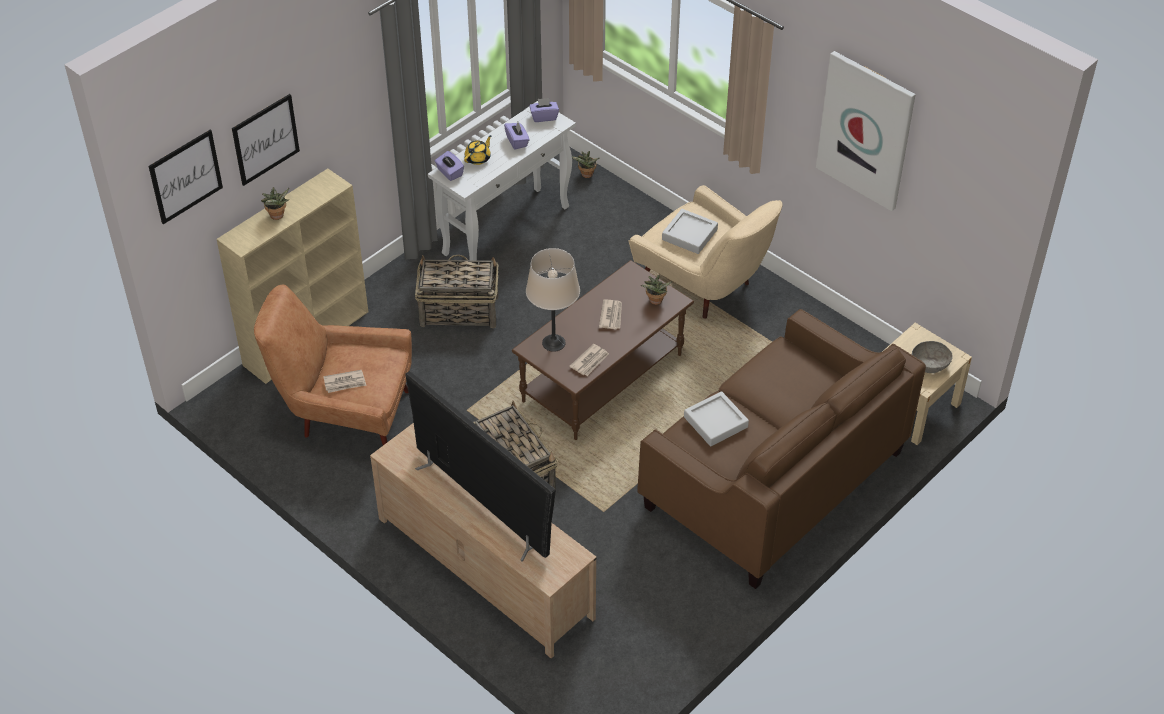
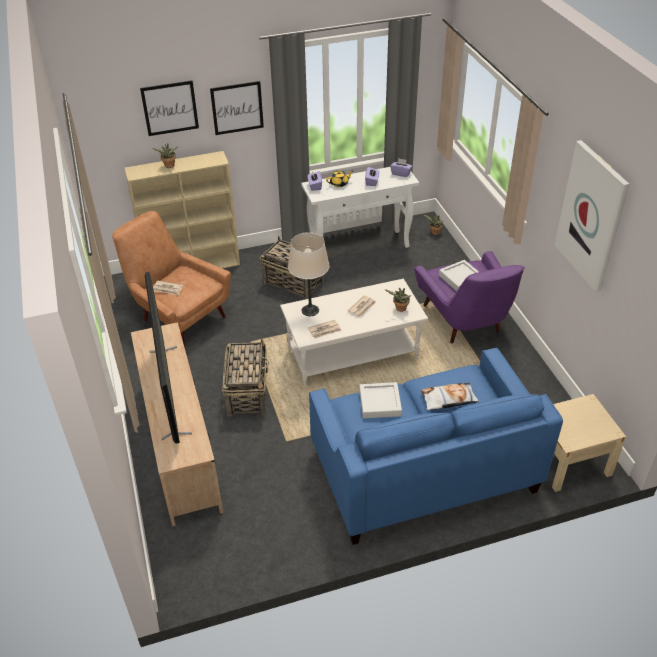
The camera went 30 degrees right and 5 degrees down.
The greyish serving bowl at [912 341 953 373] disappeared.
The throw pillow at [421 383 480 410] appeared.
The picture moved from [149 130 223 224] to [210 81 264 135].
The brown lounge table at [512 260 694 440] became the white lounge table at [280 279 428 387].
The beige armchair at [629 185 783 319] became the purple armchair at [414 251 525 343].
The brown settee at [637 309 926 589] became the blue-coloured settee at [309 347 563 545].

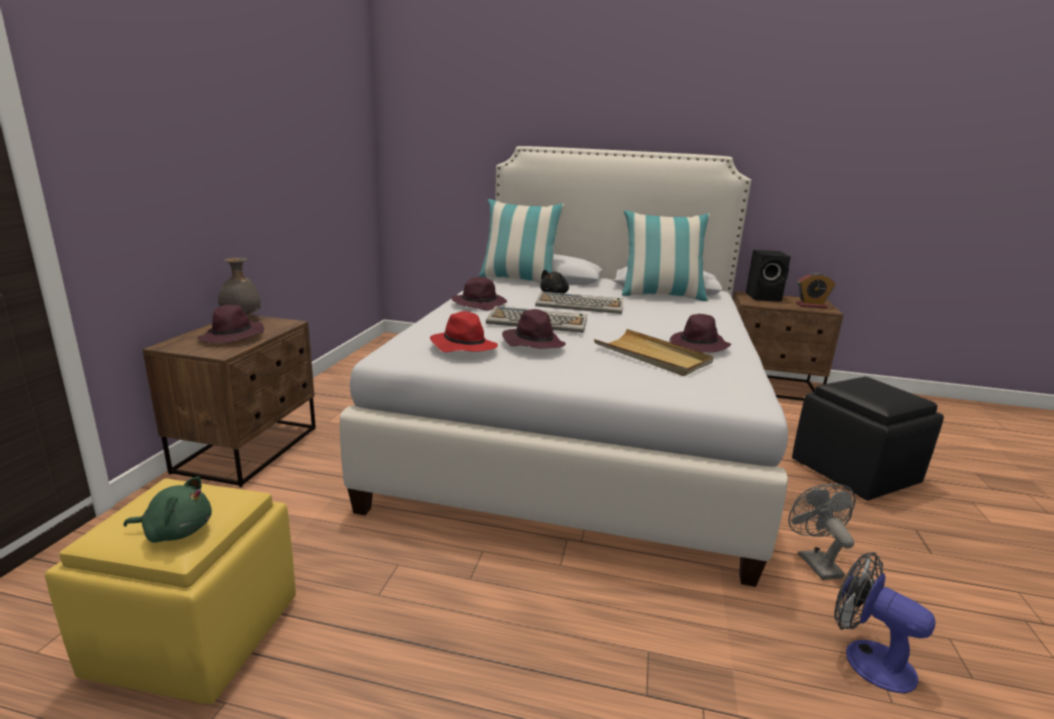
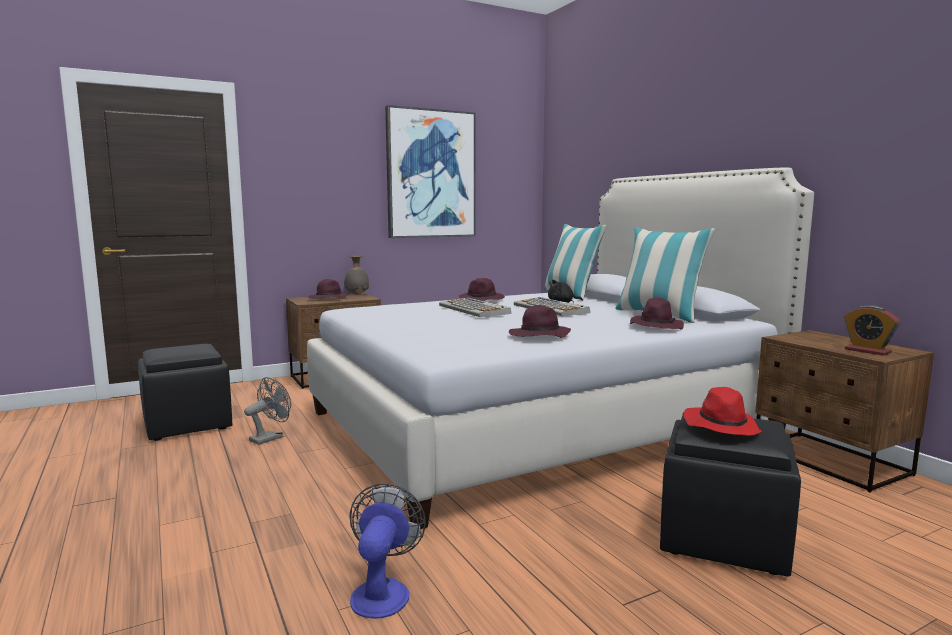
The camera went 50 degrees right and 10 degrees down.
The green soft toy at [124 476 212 543] disappeared.
The beige serving tray at [594 329 714 376] disappeared.
The black-coloured audio speaker at [746 250 791 302] disappeared.
The picture at [385 105 475 238] appeared.
The reddish hat moved from [430 311 498 352] to [683 387 762 436].
The purple hat moved from [502 309 566 348] to [630 298 684 330].
The greyish fan moved from [788 484 855 580] to [244 377 291 445].
The yellowish ottoman at [45 478 296 704] became the black-coloured ottoman at [138 344 232 441].

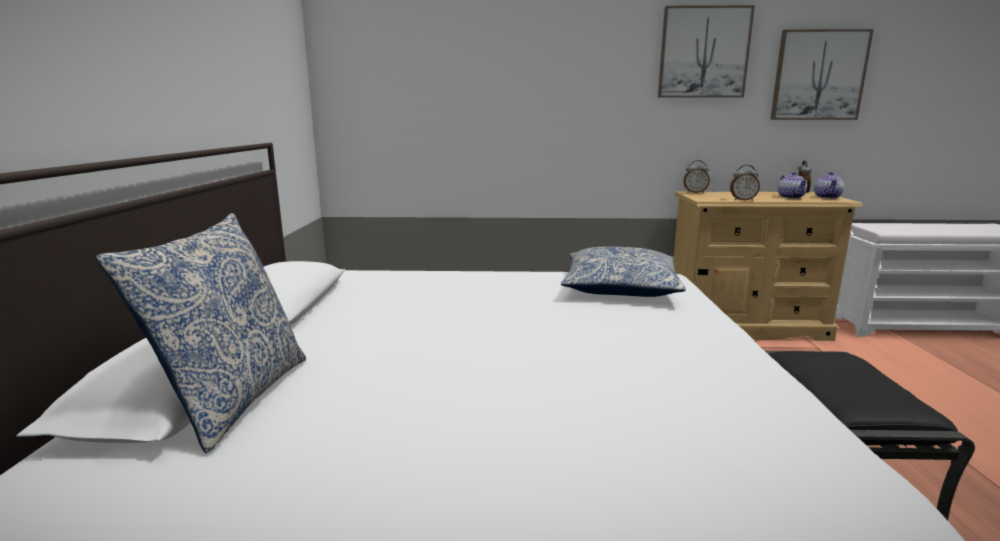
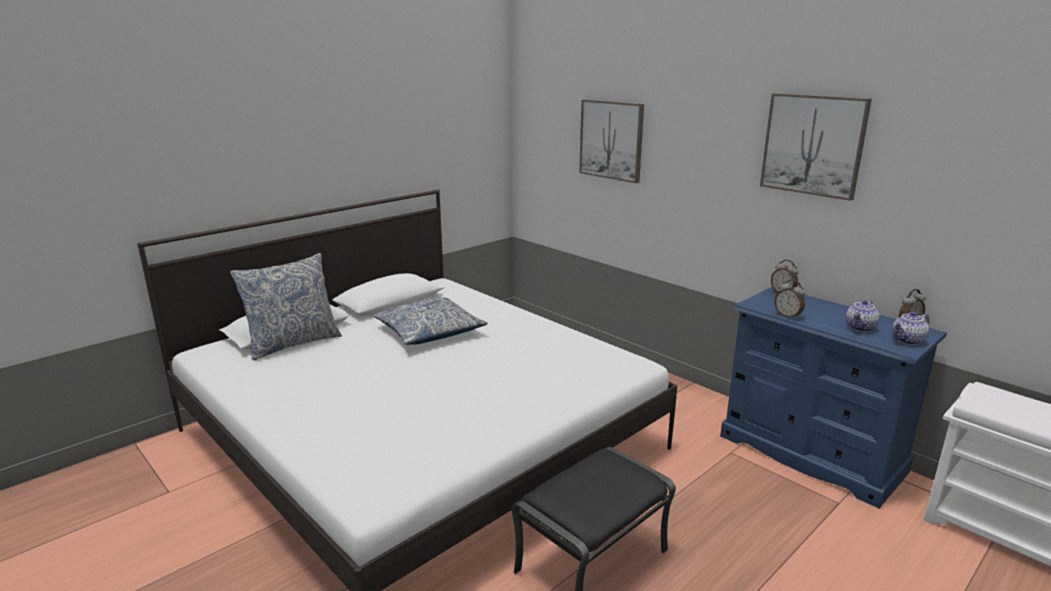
The camera went 45 degrees right and 5 degrees up.
The throw pillow moved from [561 247 686 297] to [373 297 487 345].
The picture moved from [770 29 874 120] to [579 99 644 183].
The beige dresser at [673 192 862 341] became the blue-coloured dresser at [720 287 947 508].

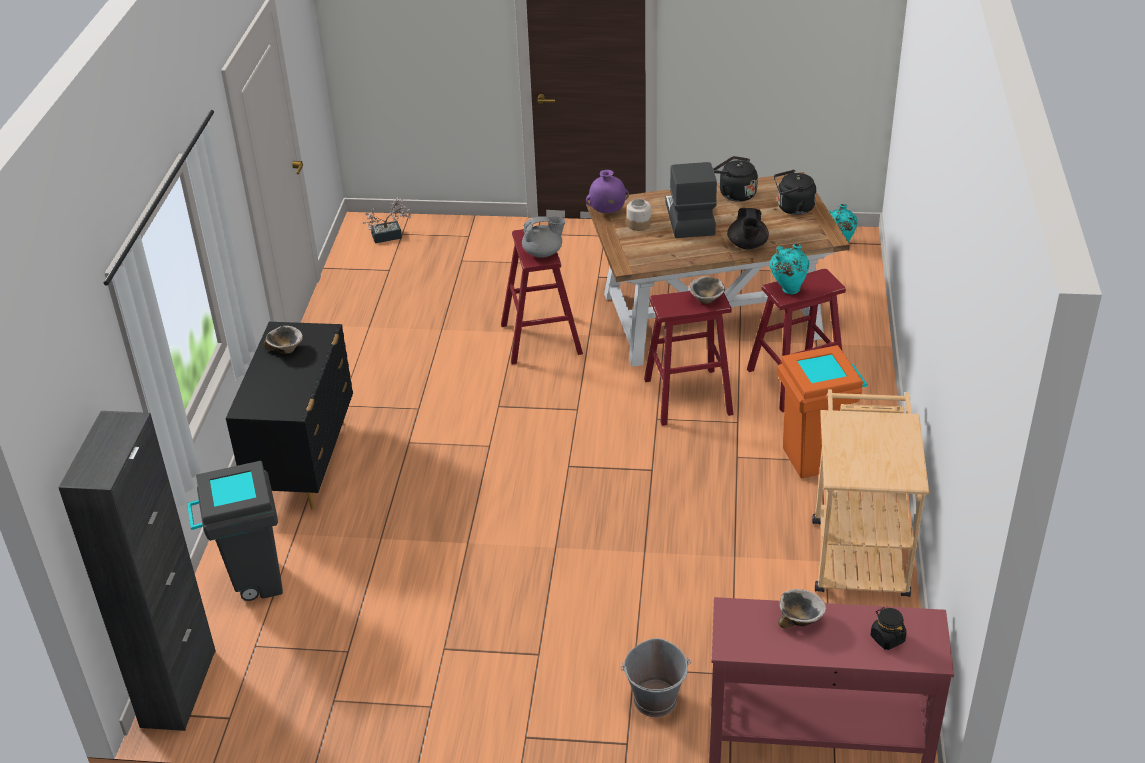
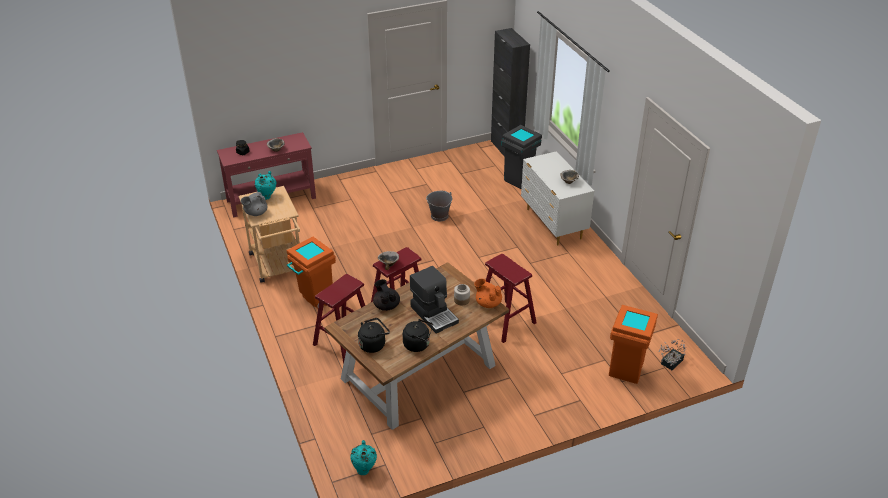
The camera went 150 degrees right and 0 degrees up.
The orange waste bin at [609 305 658 384] appeared.
The greyish teapot moved from [522 216 565 258] to [241 192 267 216].
The greyish water bucket moved from [620 638 691 717] to [426 191 452 221].
The blue-green vase moved from [770 243 809 294] to [255 171 276 200].
The purple vase at [586 170 629 213] was replaced by the orange teapot at [474 279 502 308].
The black-coloured dresser at [226 322 353 510] became the white dresser at [521 151 594 246].

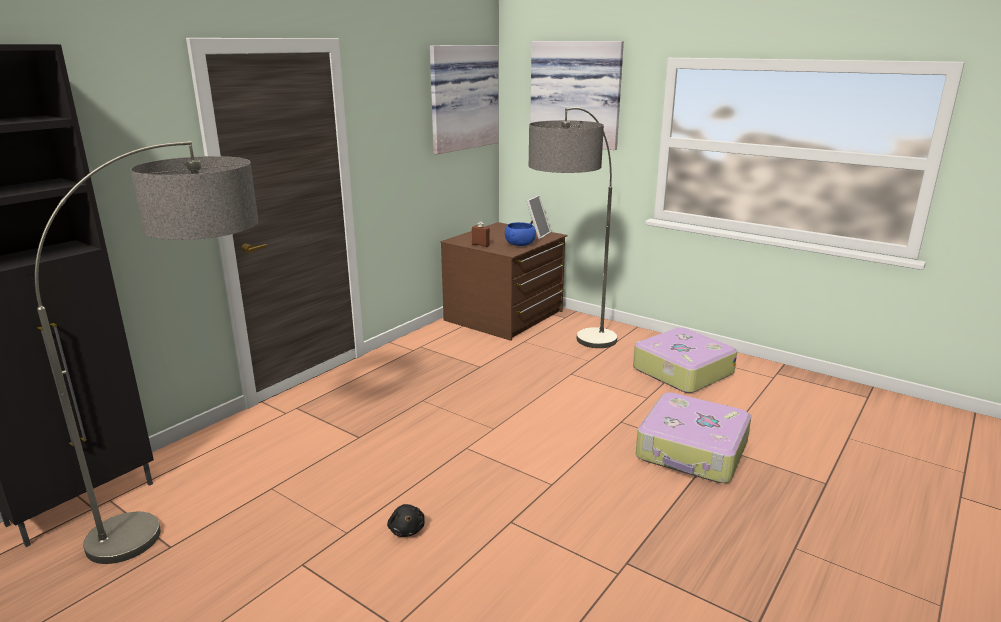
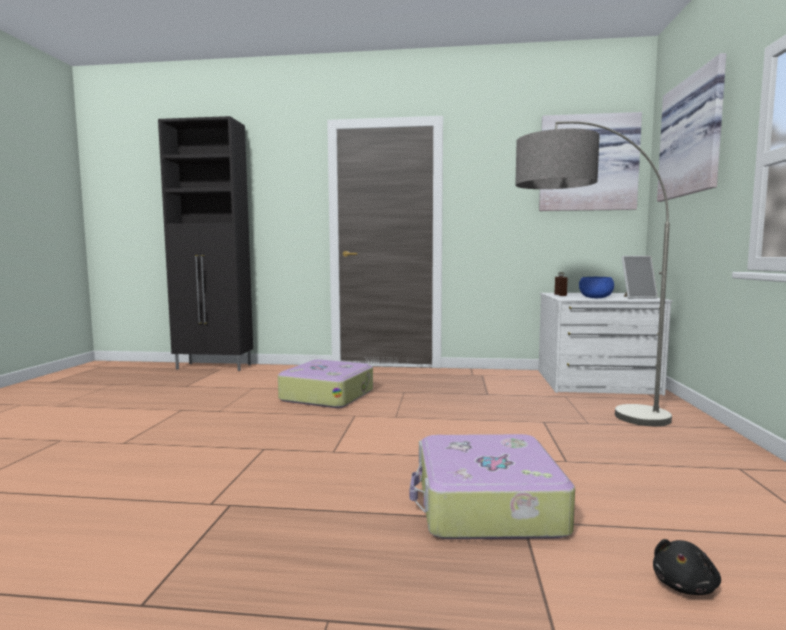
The camera went 60 degrees right and 15 degrees down.
The floor lamp at [35 141 259 564] disappeared.
The black-coloured soft toy moved from [387 504 425 537] to [653 539 721 595].
The piece of luggage moved from [633 327 737 393] to [278 360 373 408].
The brown dresser at [440 222 567 341] became the white dresser at [539 293 673 395].

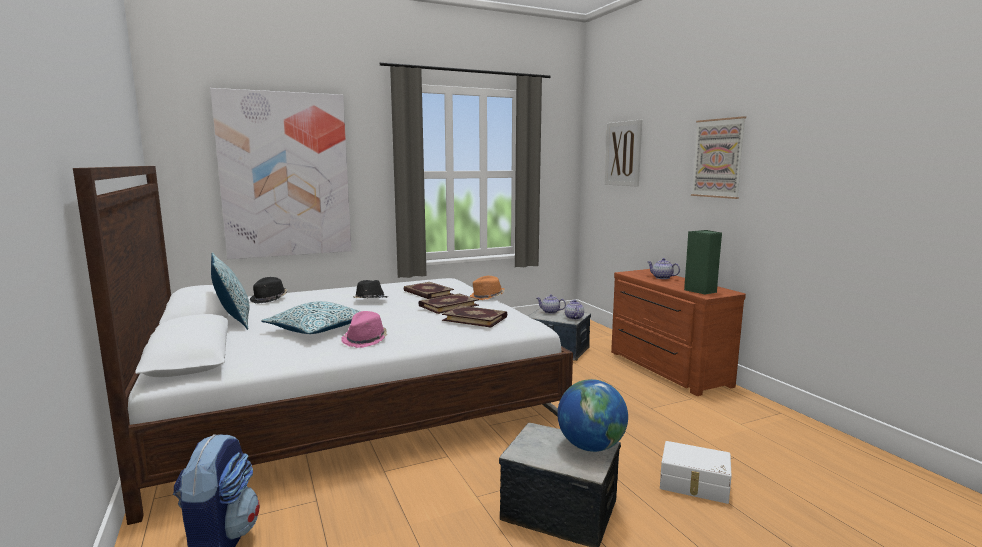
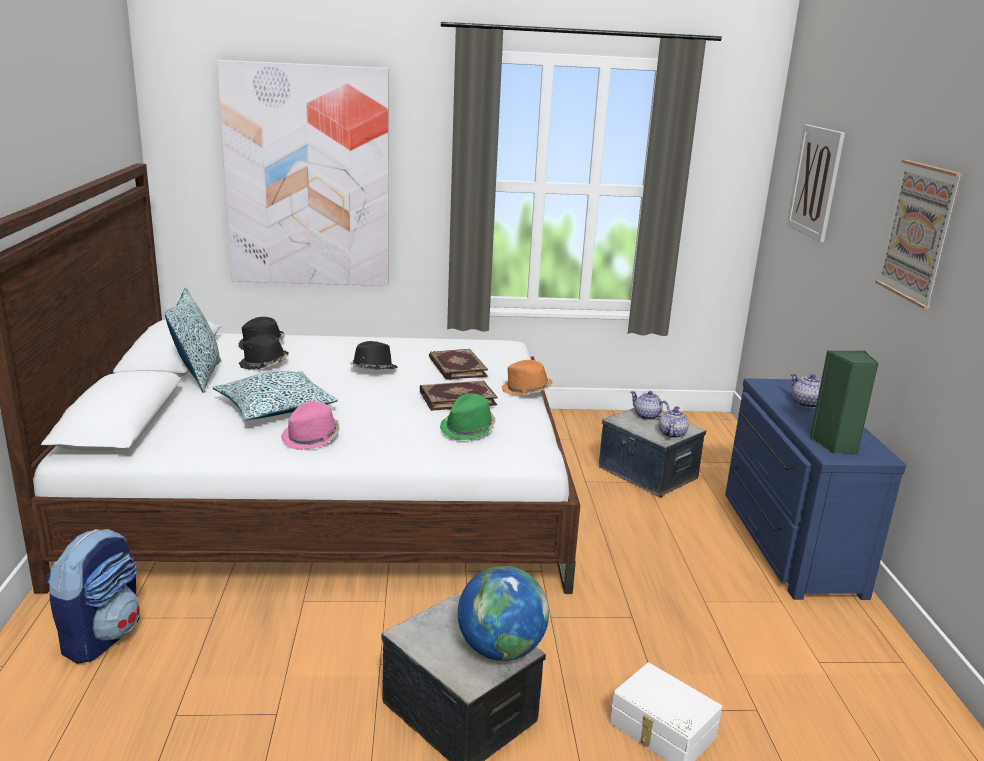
The camera went 20 degrees right and 10 degrees up.
The black-coloured hat at [239 334 289 370] appeared.
The bound book at [442 305 507 328] was replaced by the green hat at [440 393 495 440].
The brown dresser at [611 269 746 396] became the blue-coloured dresser at [725 378 906 600].

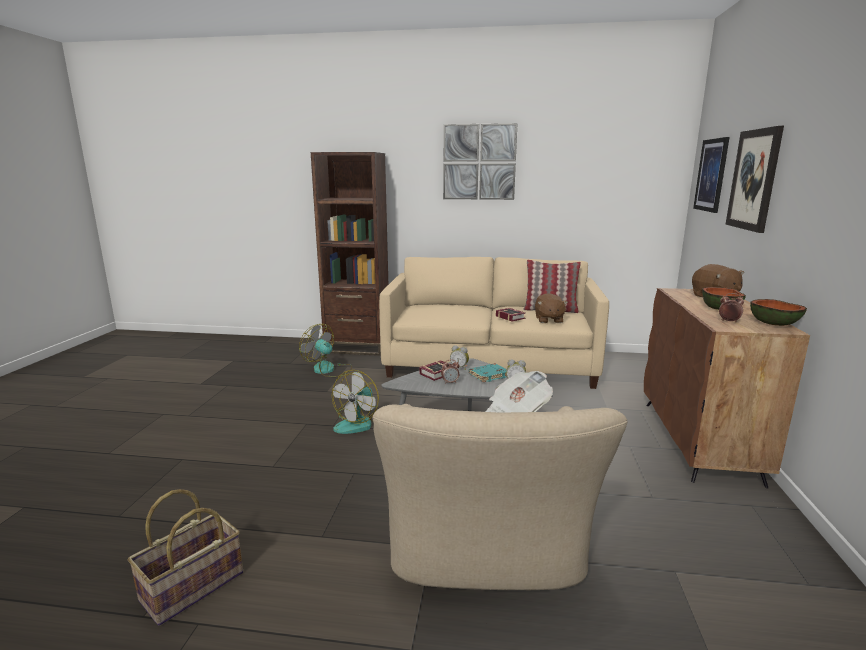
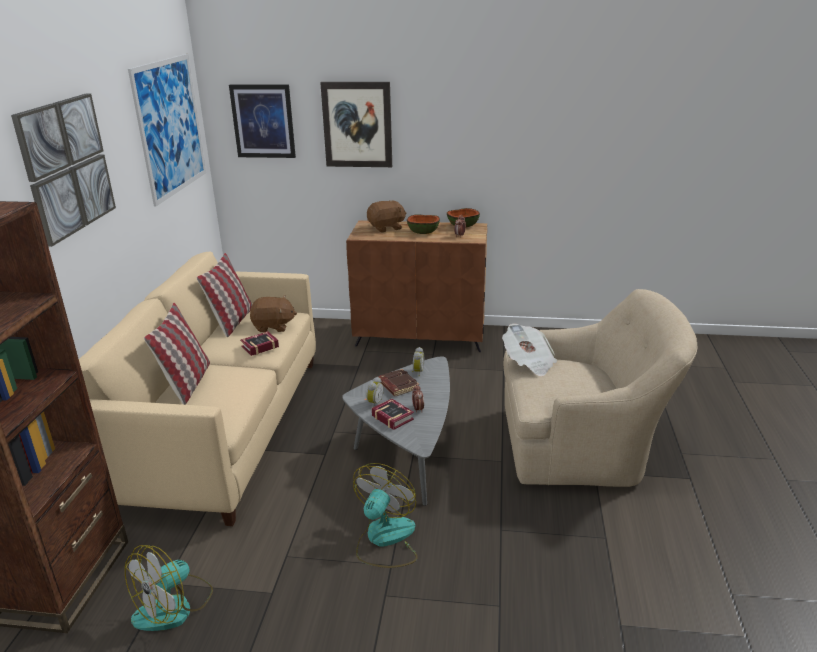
The camera went 90 degrees left and 10 degrees up.
The household basket at [128 489 243 626] disappeared.
The picture at [128 54 206 207] appeared.
The throw pillow at [144 303 210 405] appeared.
The blue-green bound book at [469 363 507 382] became the brown bound book at [378 369 419 396].
The fan at [332 370 379 434] turned 90 degrees counterclockwise.

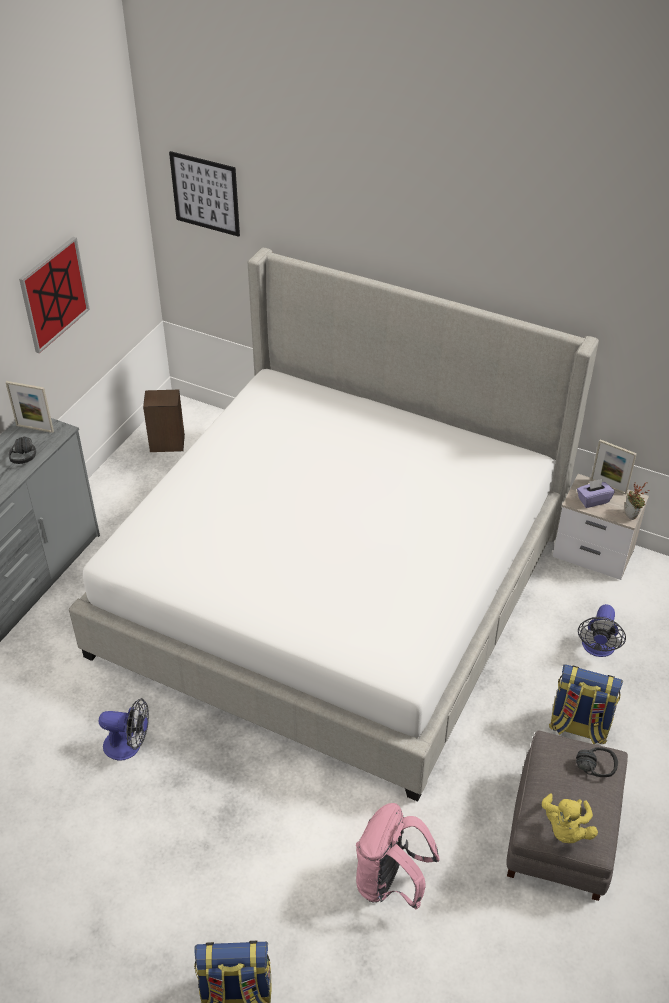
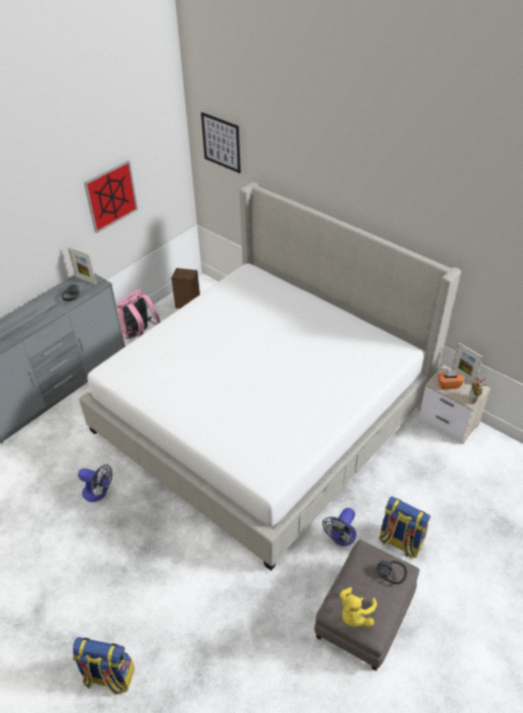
The camera went 15 degrees right and 0 degrees up.
The pink-coloured backpack moved from [356 803 440 910] to [117 290 161 339].
The fan moved from [578 604 626 657] to [322 508 356 546].
The purple tissue holder at [577 479 615 508] became the orange tissue holder at [437 371 464 389].

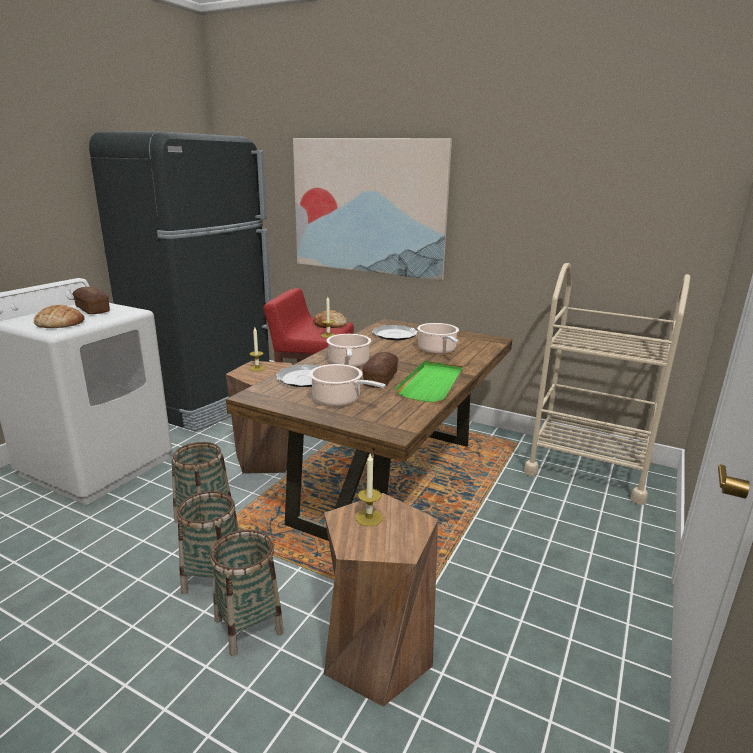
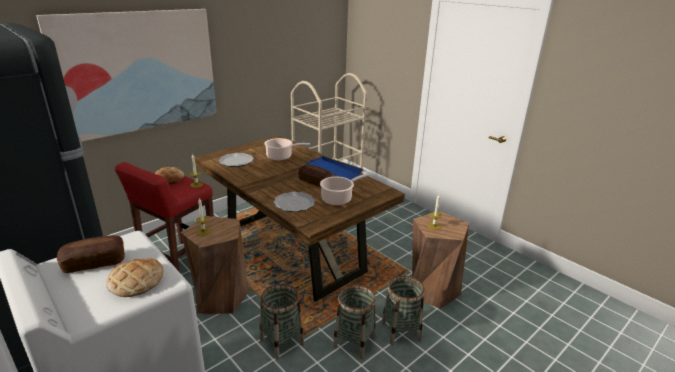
The camera went 70 degrees left and 5 degrees up.
The saucepot at [326 334 371 367] disappeared.
The green serving tray at [395 361 463 403] became the blue-coloured serving tray at [305 156 363 180].

